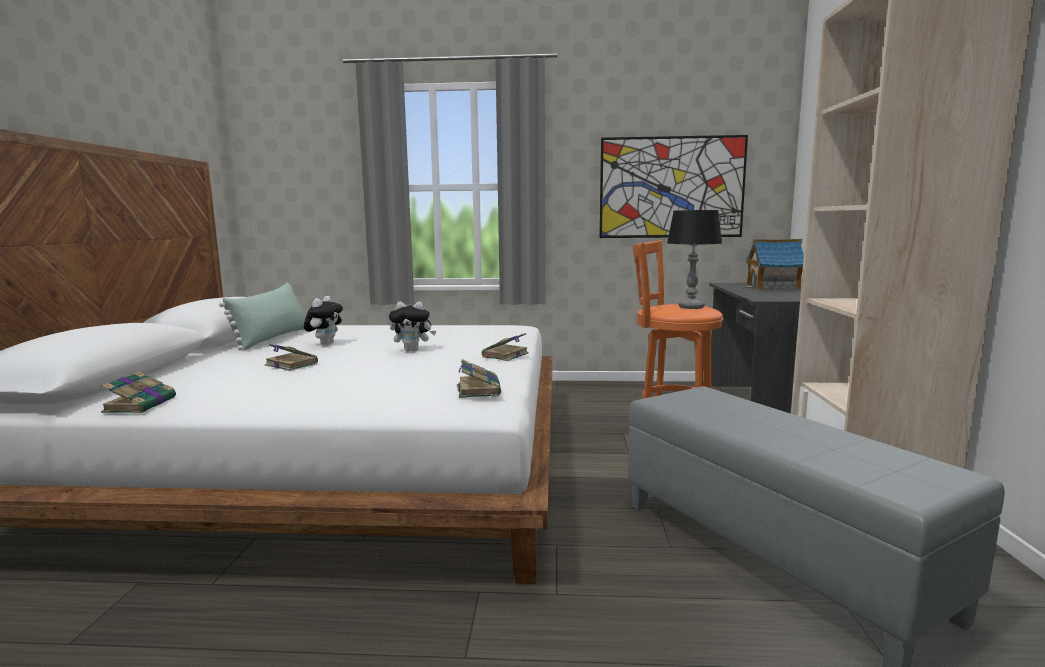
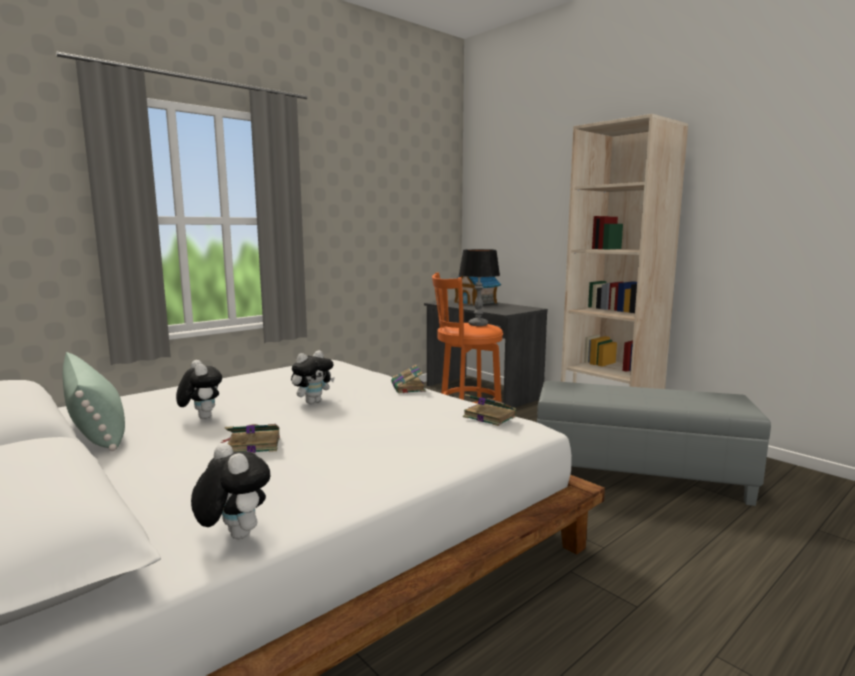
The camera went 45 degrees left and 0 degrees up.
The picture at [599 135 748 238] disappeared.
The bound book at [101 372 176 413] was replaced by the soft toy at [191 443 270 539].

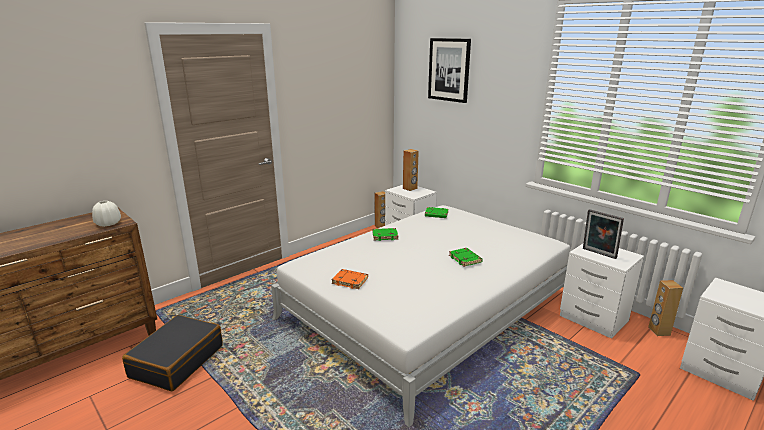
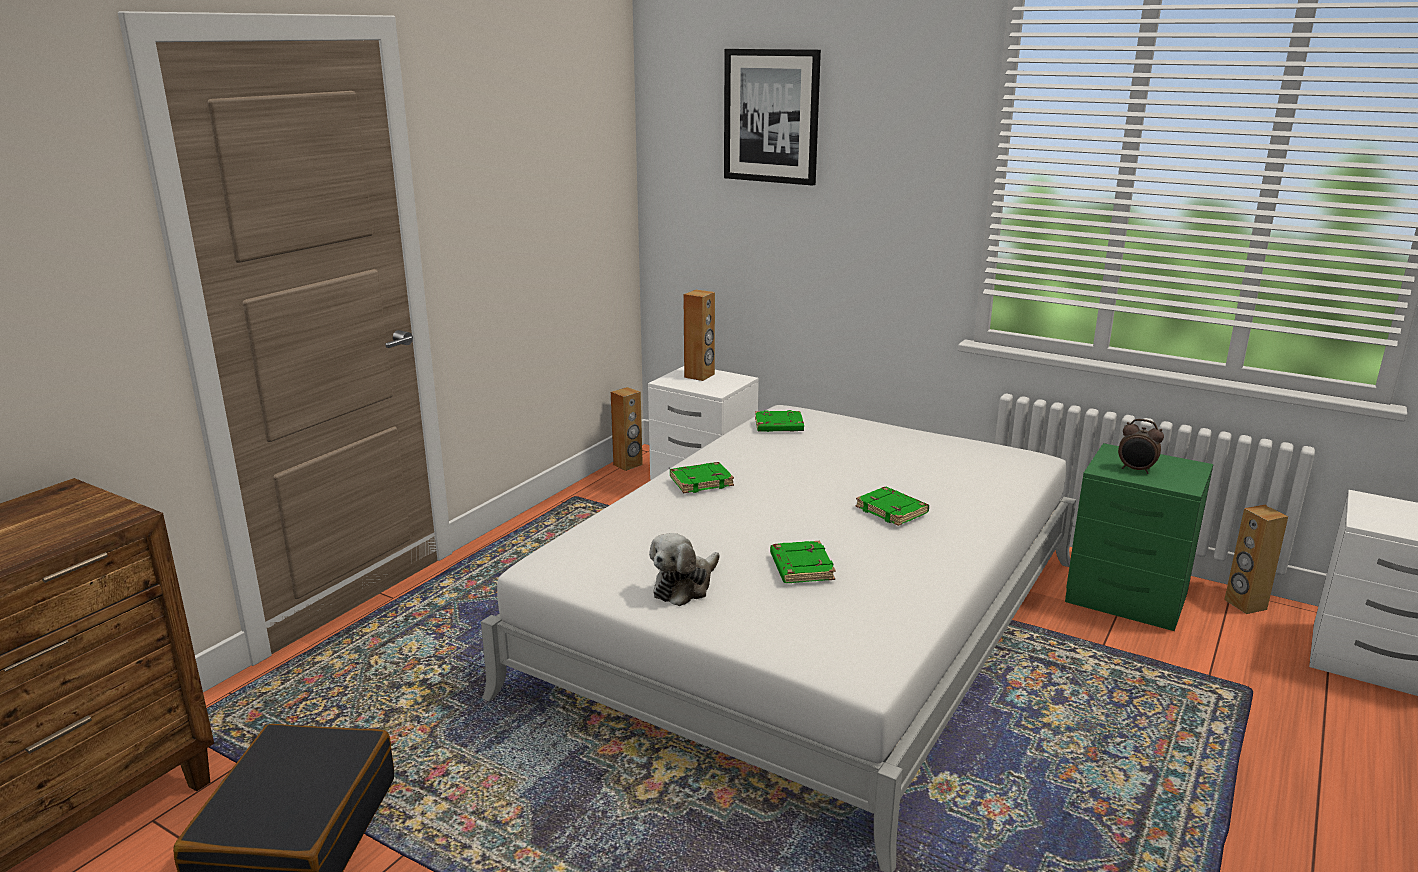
The camera went 15 degrees left and 0 degrees up.
The white vase at [92 201 121 227] disappeared.
The green bound book at [770 541 836 583] appeared.
The orange bound book at [331 269 368 289] was replaced by the soft toy at [649 533 719 606].
The picture frame at [583 209 624 259] was replaced by the table clock at [1118 419 1164 474].
The white bedside table at [560 244 644 339] became the green bedside table at [1065 443 1213 631].

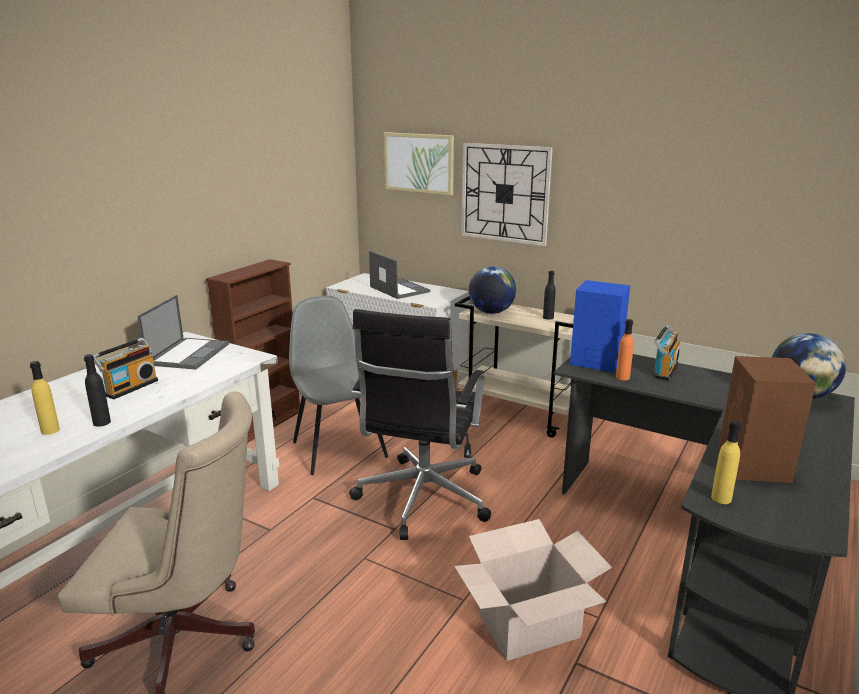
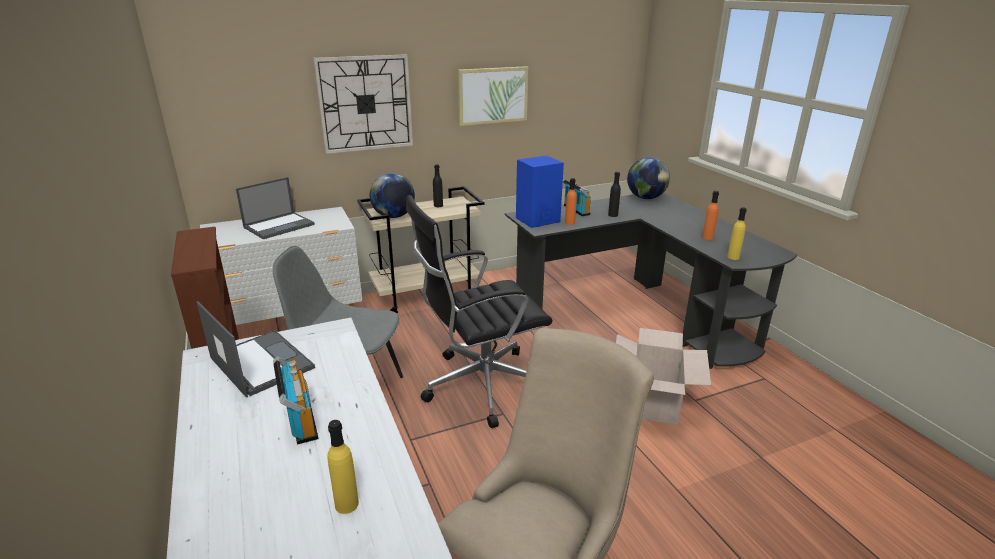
The camera went 55 degrees left and 5 degrees up.
The black-coloured bottle moved from [84 354 111 427] to [608 172 621 217].
The picture moved from [384 132 454 195] to [458 66 529 126].
The brown audio speaker at [718 356 816 483] was replaced by the orange bottle at [702 191 719 240].
The black-coloured office chair at [349 309 491 540] turned 105 degrees clockwise.
The notebook computer at [369 251 430 299] turned 135 degrees clockwise.

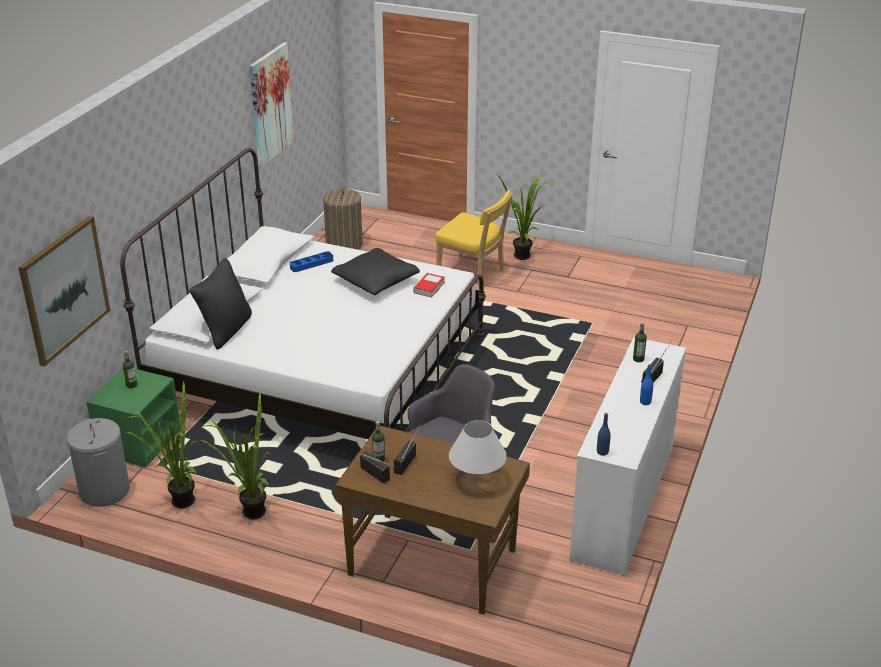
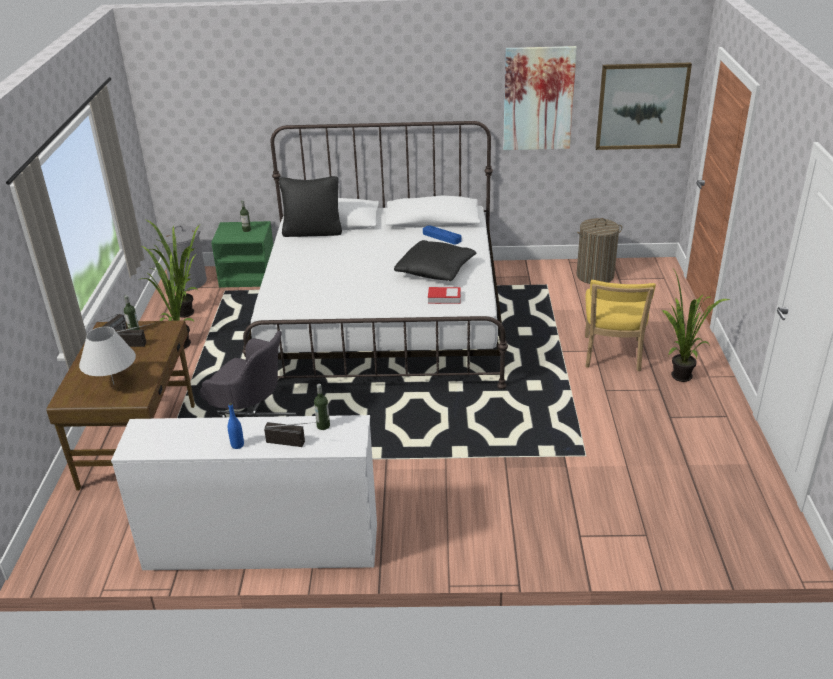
The camera went 70 degrees right and 0 degrees up.
The blue-coloured bottle at [597 413 611 456] disappeared.
The picture moved from [18 216 110 367] to [595 63 692 150].

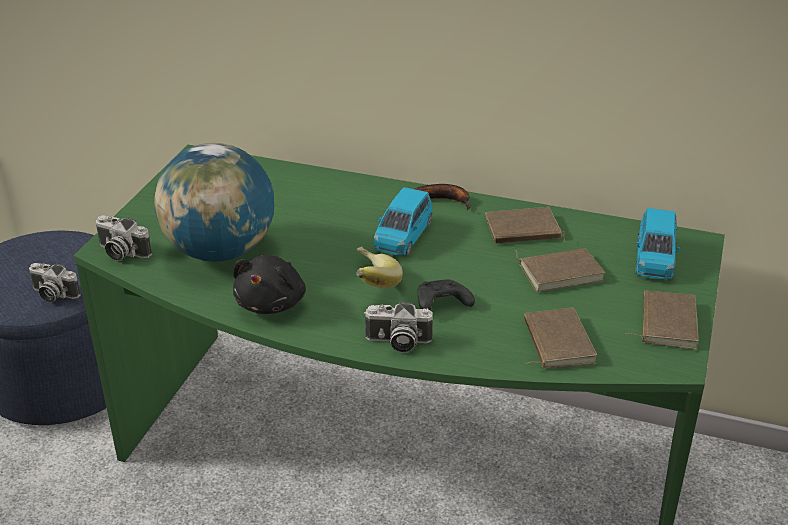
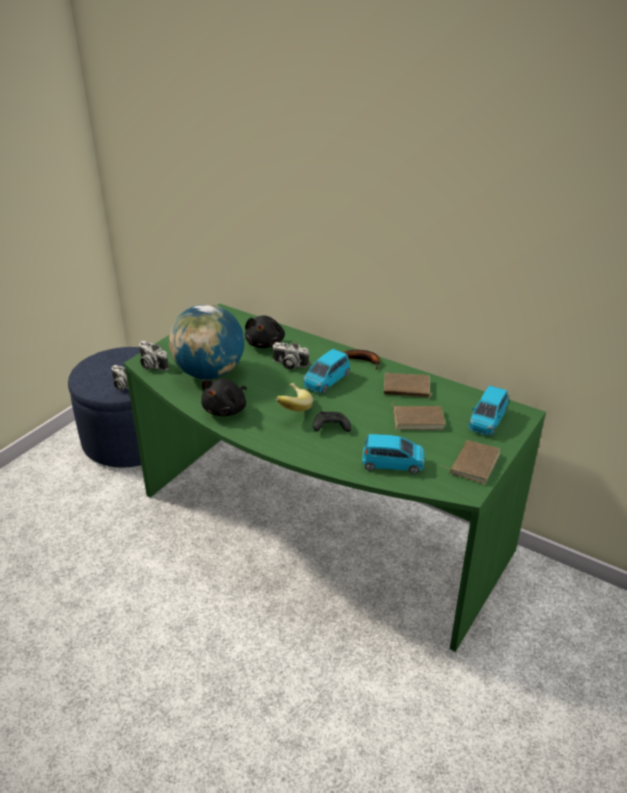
The camera went 15 degrees right and 0 degrees up.
The black-coloured soft toy at [245 315 285 348] appeared.
The photo camera moved from [364 302 433 352] to [272 342 309 370].
The brown bound book at [524 308 597 369] was replaced by the blue-coloured model car at [362 434 424 474].

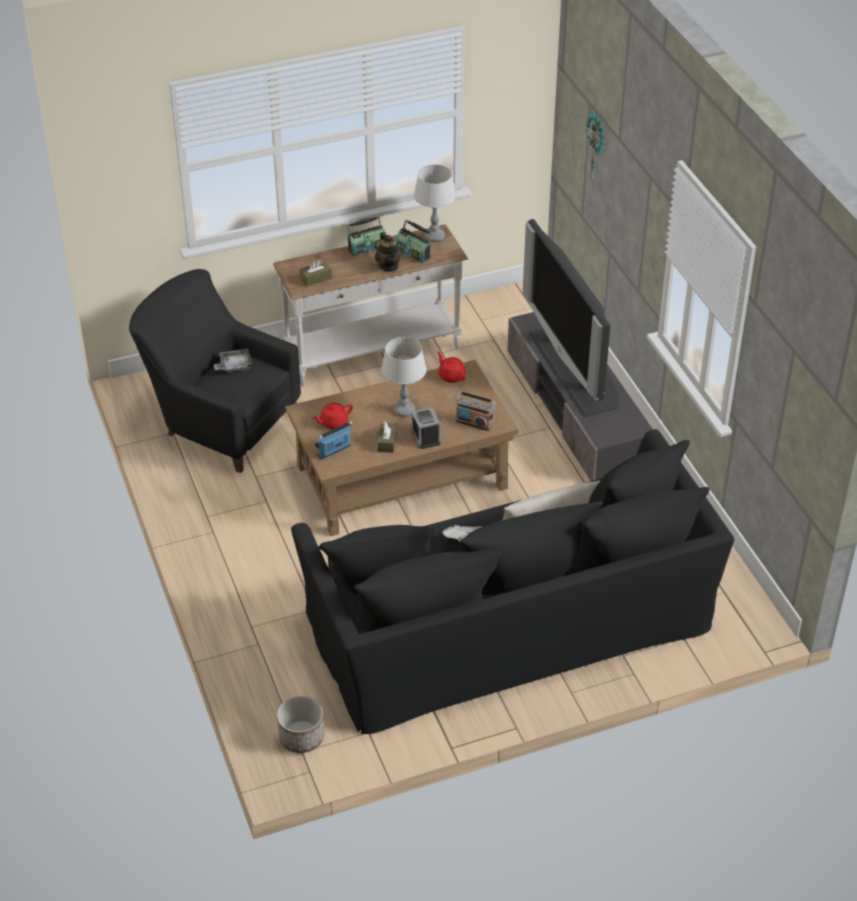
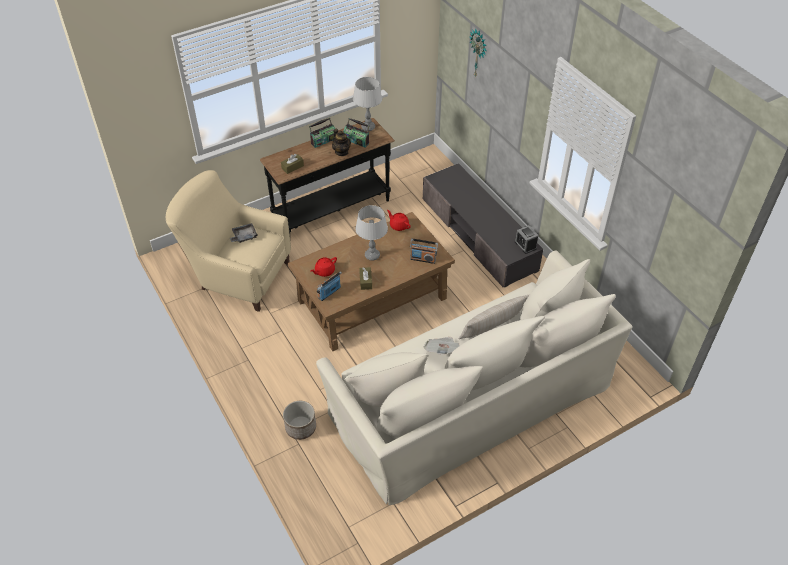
The camera went 10 degrees left and 5 degrees up.
The TV at [523 219 619 417] disappeared.
The plant pot moved from [277 696 324 753] to [283 401 316 440].
The table clock moved from [411 407 440 449] to [515 225 539 254].
The black-coloured armchair at [129 269 301 473] became the beige armchair at [166 170 291 312].
The white narrow table at [273 224 468 386] became the black-coloured narrow table at [260 118 395 233].
The black-coloured settee at [291 429 735 734] became the beige settee at [316 250 633 505].

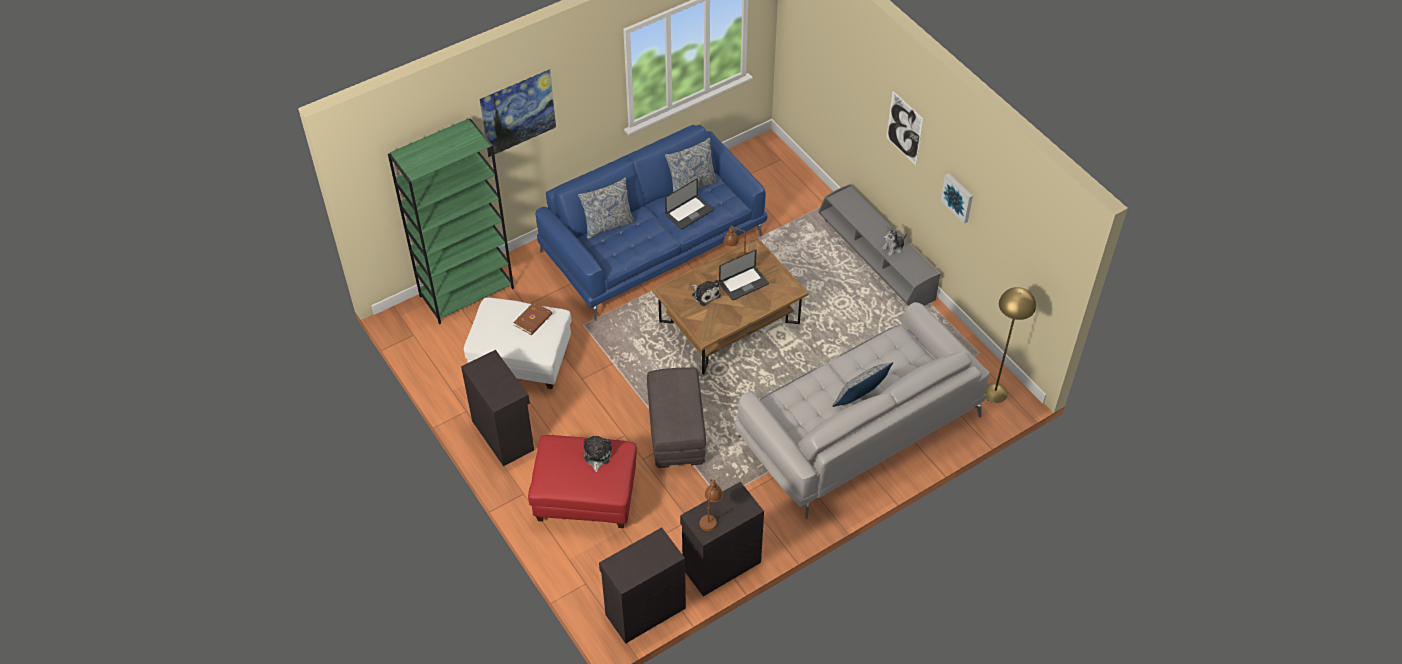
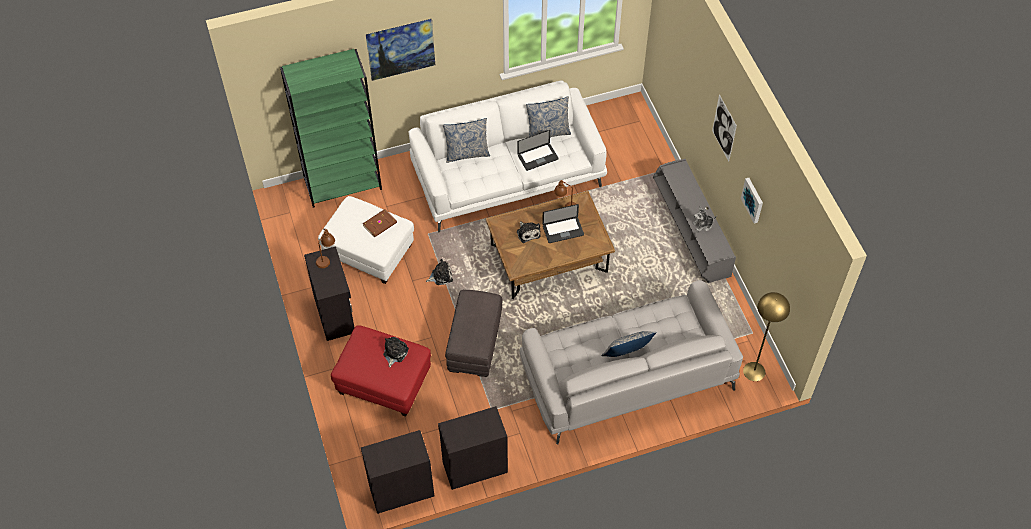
The camera went 15 degrees right and 5 degrees up.
The soft toy at [426 259 453 285] appeared.
The brown lamp for a table moved from [699 480 723 531] to [316 229 335 268].
The blue-coloured settee at [535 125 767 321] became the white settee at [409 80 607 232].

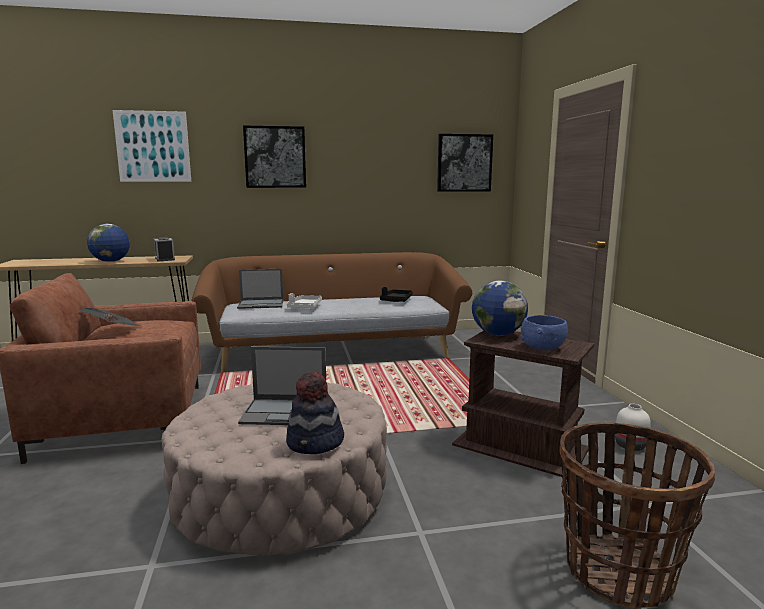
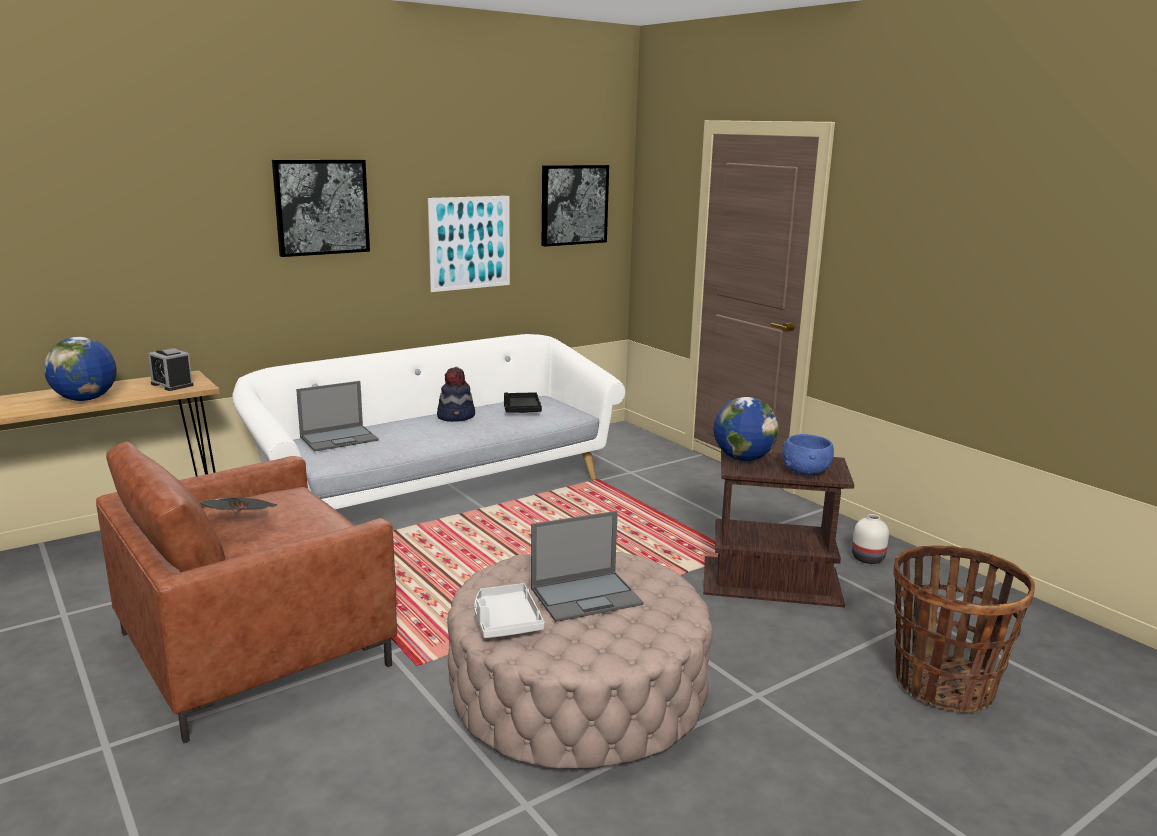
The camera went 25 degrees left and 5 degrees up.
The picture moved from [113 110 191 182] to [428 196 510 292].
The hat moved from [286 372 344 454] to [437 367 475 422].
The greyish serving tray moved from [287 293 322 308] to [474 583 545 638].
The brown settee at [191 252 472 372] became the white settee at [232 334 625 509].

